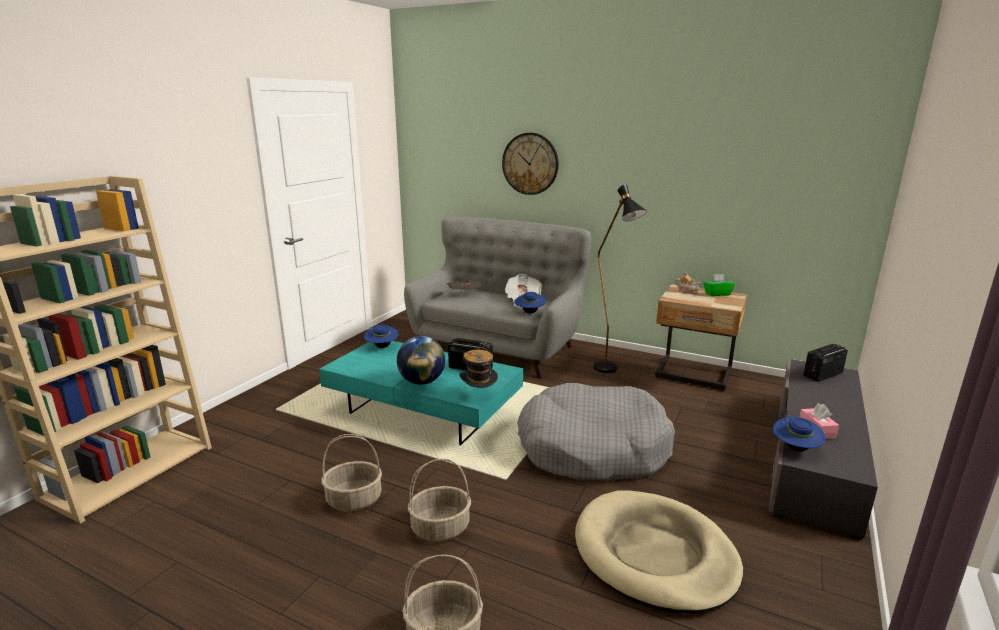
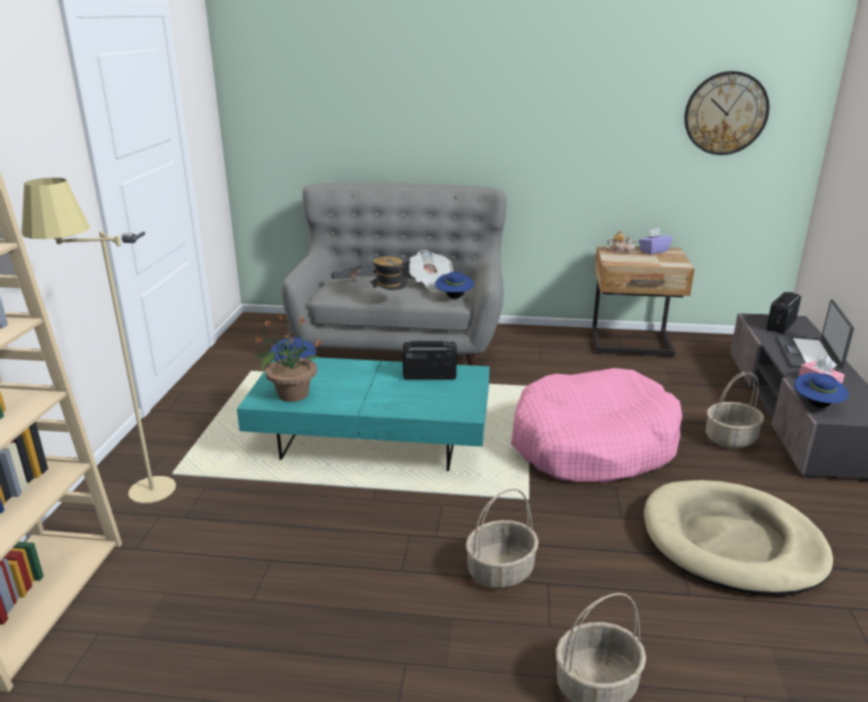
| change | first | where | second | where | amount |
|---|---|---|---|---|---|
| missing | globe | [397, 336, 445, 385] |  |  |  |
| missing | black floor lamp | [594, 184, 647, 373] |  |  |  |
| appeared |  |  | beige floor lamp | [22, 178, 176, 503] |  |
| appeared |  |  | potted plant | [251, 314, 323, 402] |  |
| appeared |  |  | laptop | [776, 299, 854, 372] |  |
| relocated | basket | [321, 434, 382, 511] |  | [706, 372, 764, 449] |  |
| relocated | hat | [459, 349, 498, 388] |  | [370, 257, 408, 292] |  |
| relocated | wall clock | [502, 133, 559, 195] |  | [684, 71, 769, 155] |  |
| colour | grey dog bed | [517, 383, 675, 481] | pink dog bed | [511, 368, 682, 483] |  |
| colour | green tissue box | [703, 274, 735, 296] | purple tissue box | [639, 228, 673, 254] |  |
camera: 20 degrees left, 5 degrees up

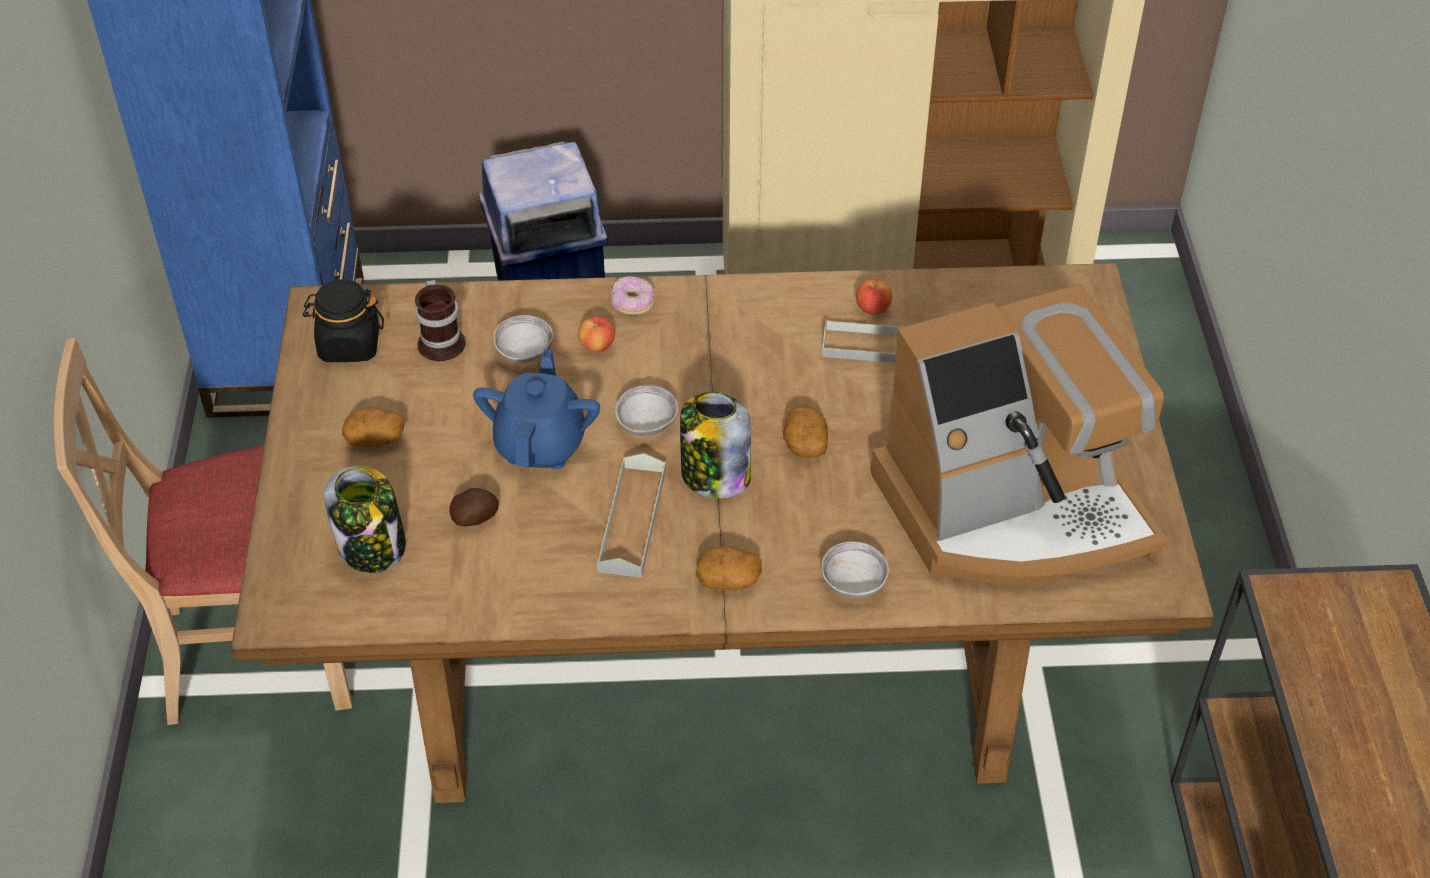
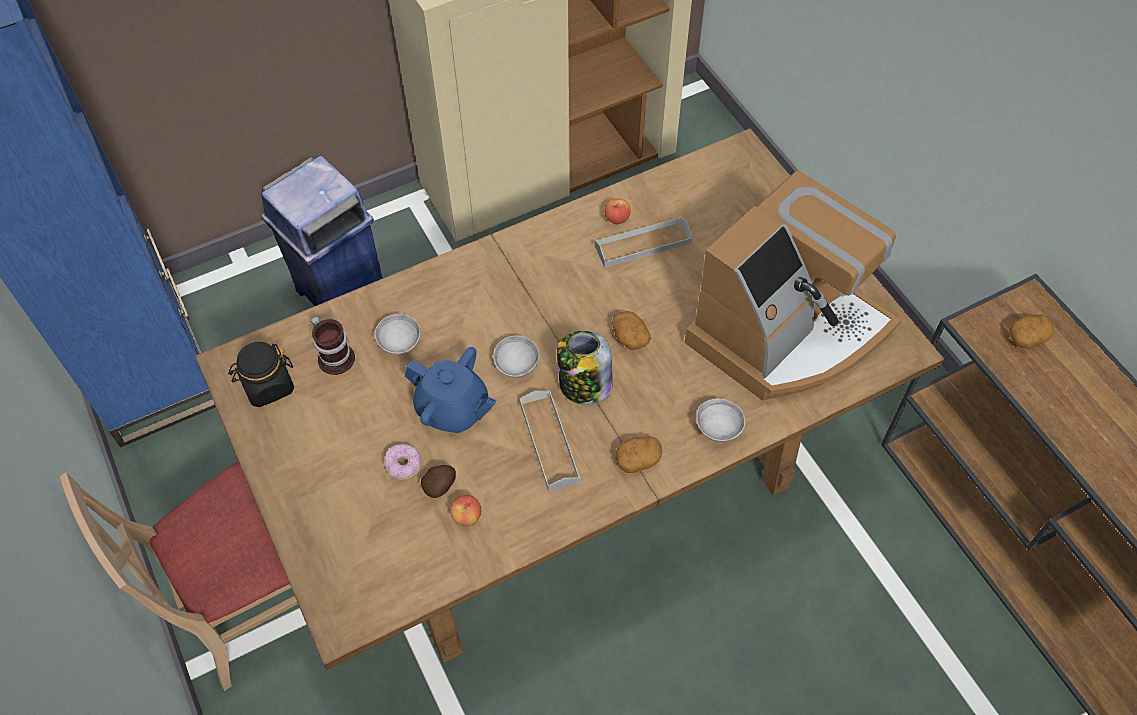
| change | first | where | second | where | amount |
|---|---|---|---|---|---|
| missing | jar | [324, 466, 406, 573] |  |  |  |
| relocated | potato | [342, 407, 404, 447] |  | [1010, 314, 1054, 349] |  |
| relocated | apple | [578, 316, 615, 352] |  | [450, 495, 481, 526] |  |
| relocated | donut | [611, 276, 654, 315] |  | [384, 444, 422, 480] |  |
| spun | blue teapot | [473, 349, 600, 469] |  | [405, 347, 497, 433] | 135 degrees clockwise |
camera: 25 degrees left, 10 degrees up

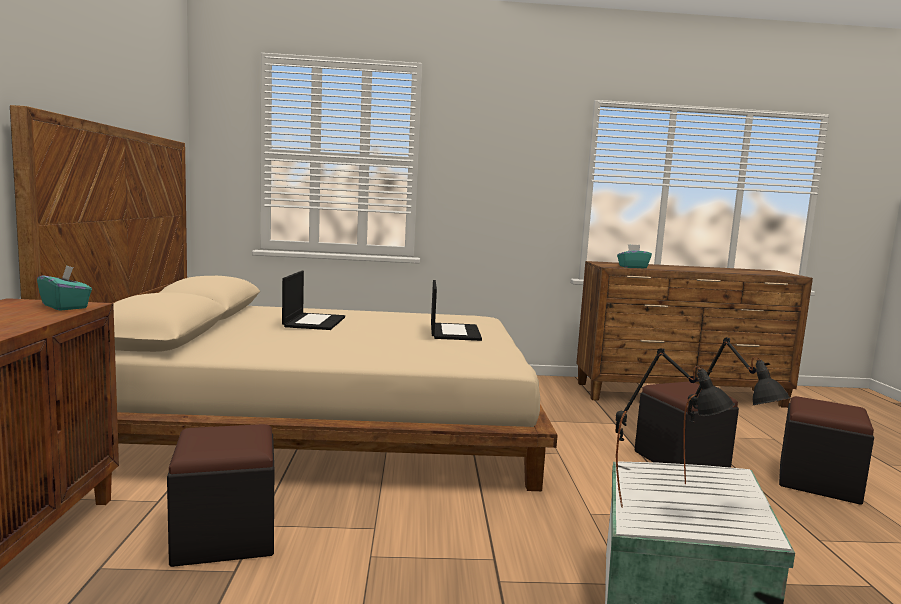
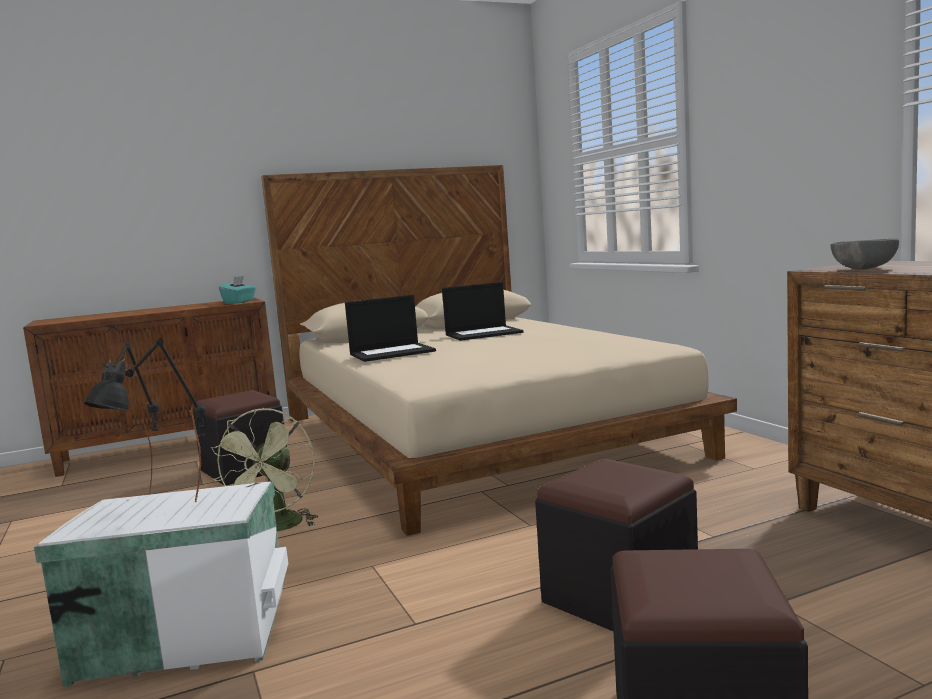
| change | first | where | second | where | amount |
|---|---|---|---|---|---|
| appeared |  |  | green fan | [211, 408, 319, 531] |  |
| relocated | laptop | [431, 280, 482, 341] |  | [345, 295, 436, 362] |  |
| exchanged | turquoise tissue box | [617, 244, 652, 268] | grey bowl | [830, 239, 899, 270] |  |
camera: 70 degrees right, 0 degrees up

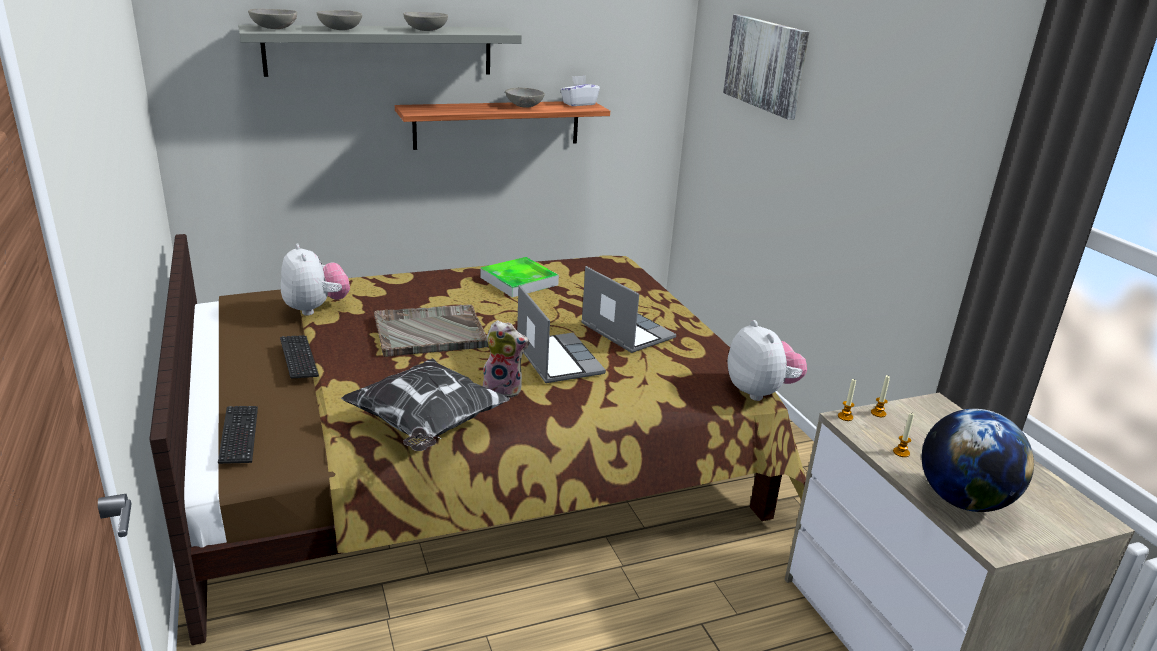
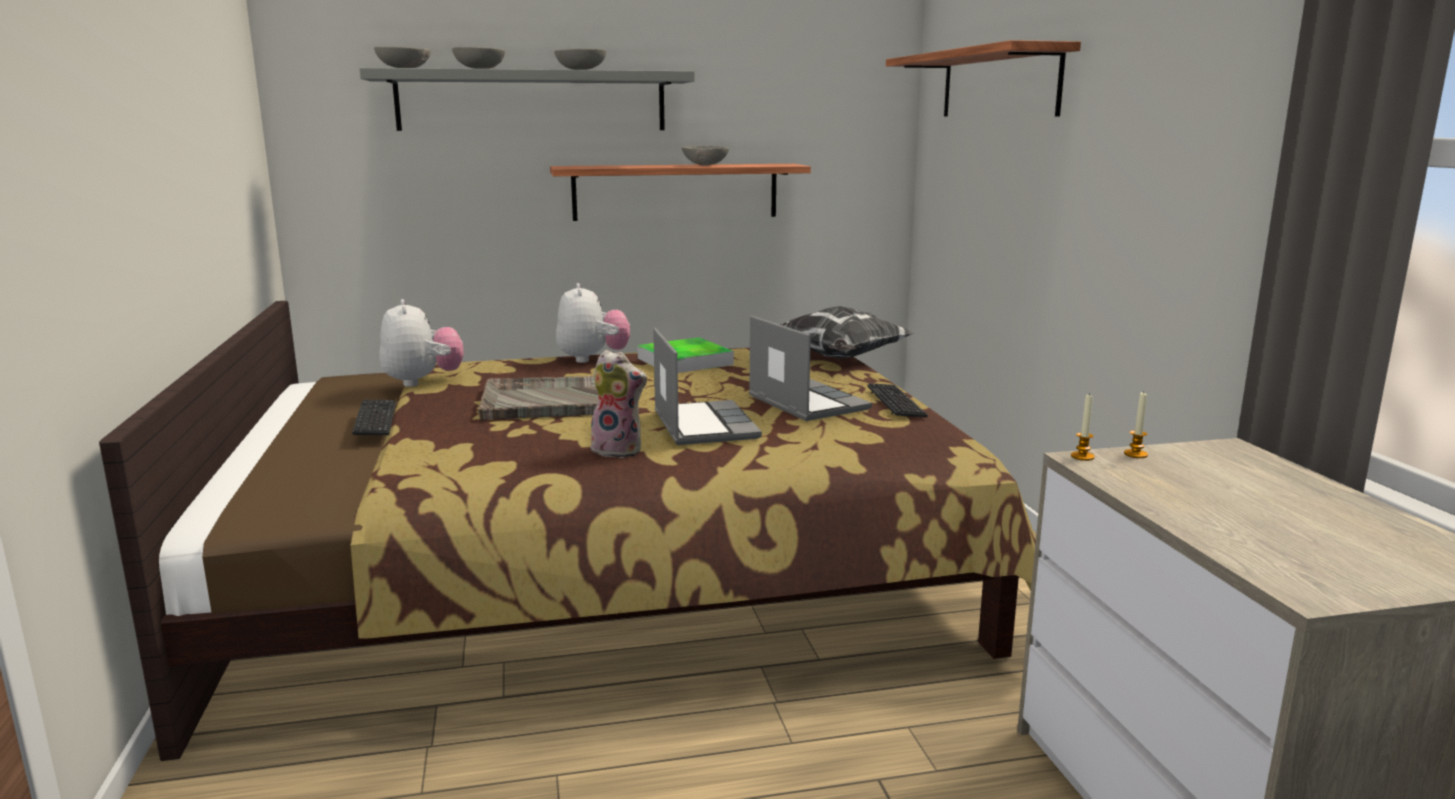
| change | first | where | second | where | amount |
|---|---|---|---|---|---|
| missing | white tissue box | [560, 75, 600, 106] |  |  |  |
| missing | candle | [893, 413, 914, 457] |  |  |  |
| missing | globe | [922, 409, 1034, 512] |  |  |  |
| relocated | keyboard | [218, 406, 258, 464] |  | [867, 383, 928, 417] |  |
| relocated | pillow | [341, 358, 510, 451] |  | [780, 306, 914, 358] |  |
| relocated | plush toy | [727, 320, 807, 401] |  | [556, 283, 630, 363] |  |
| exchanged | picture | [723, 15, 809, 120] | shelf | [886, 40, 1081, 117] |  |
camera: 10 degrees right, 10 degrees down

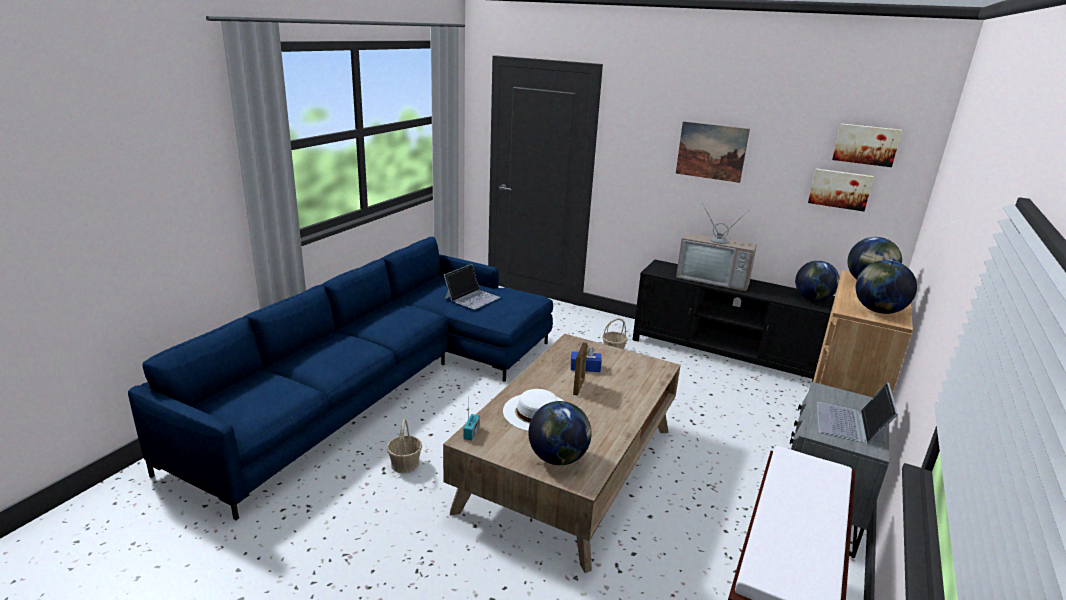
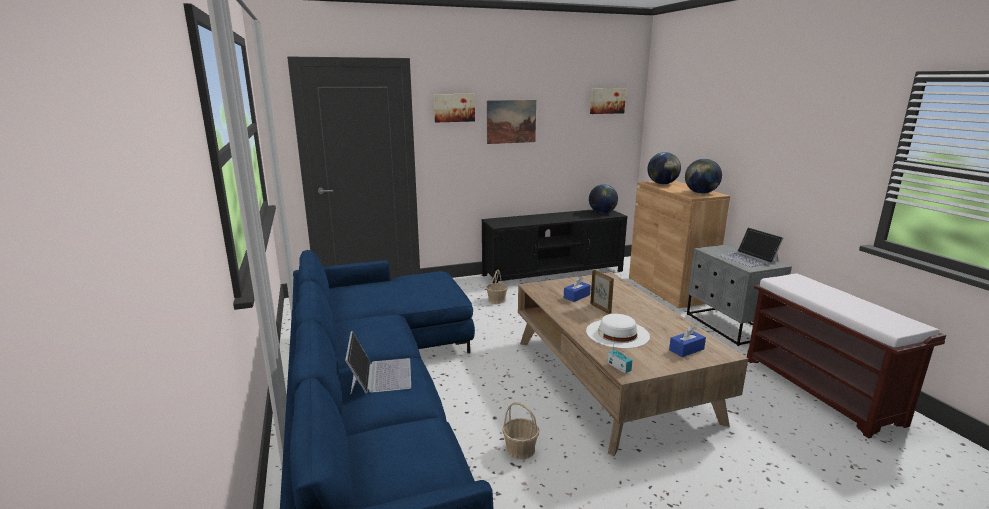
| change | first | where | second | where | amount |
|---|---|---|---|---|---|
| missing | television | [676, 203, 757, 291] |  |  |  |
| relocated | laptop | [444, 264, 500, 309] |  | [345, 331, 411, 395] |  |
| relocated | picture | [808, 169, 874, 212] |  | [434, 94, 475, 122] |  |
| exchanged | globe | [528, 401, 592, 465] | blue tissue box | [669, 326, 706, 357] |  |
camera: 45 degrees left, 5 degrees down

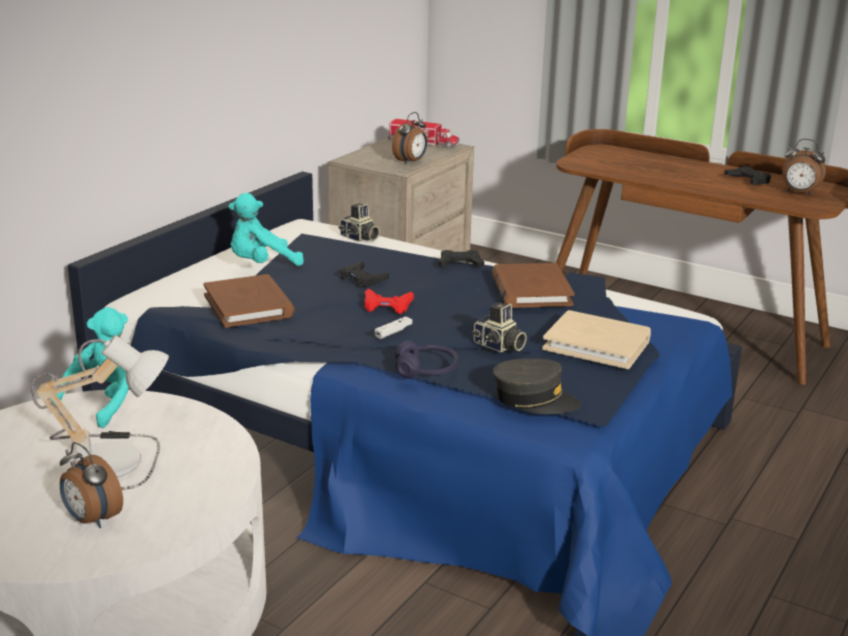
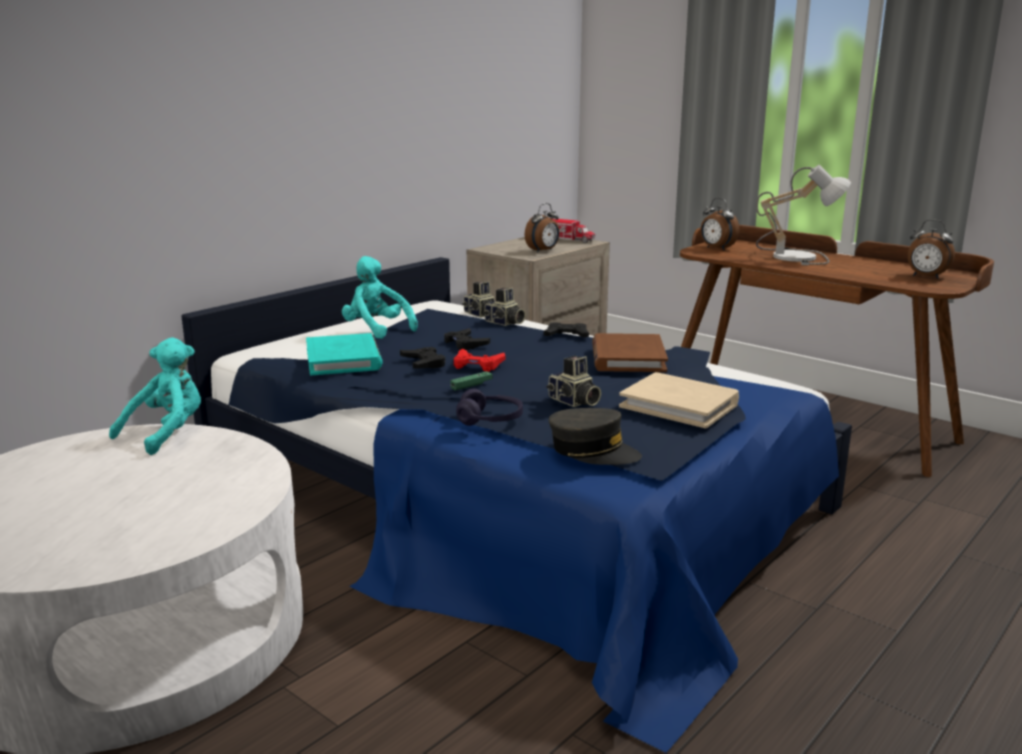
| change | first | where | second | where | amount |
|---|---|---|---|---|---|
| appeared |  |  | photo camera | [483, 288, 526, 326] |  |
| relocated | table lamp | [31, 335, 169, 490] |  | [756, 165, 851, 265] |  |
| relocated | alarm clock | [60, 442, 123, 528] |  | [700, 198, 740, 250] |  |
| relocated | black game controller | [724, 166, 771, 185] |  | [400, 347, 445, 369] |  |
| colour | brown book | [203, 274, 295, 328] | turquoise book | [306, 333, 383, 375] |  |
| colour | white game controller | [375, 316, 413, 339] | green game controller | [450, 371, 493, 391] |  |
| spun | turquoise plush toy | [228, 193, 304, 266] |  | [342, 256, 418, 339] | 60 degrees clockwise |
camera: 10 degrees right, 5 degrees down

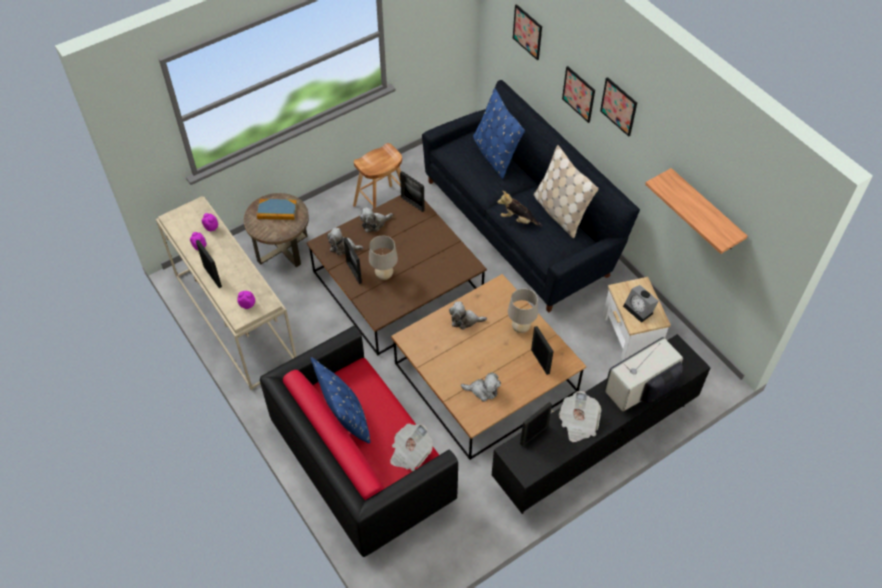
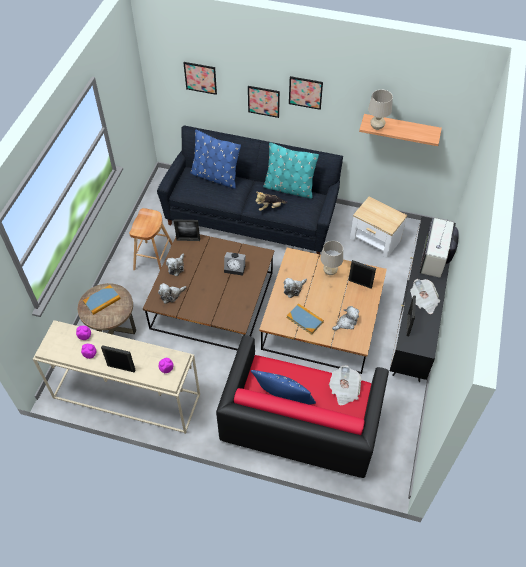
| change | first | where | second | where | amount |
|---|---|---|---|---|---|
| missing | picture frame | [343, 237, 362, 284] |  |  |  |
| appeared |  |  | book | [287, 303, 324, 335] |  |
| relocated | beige table lamp | [369, 236, 398, 280] |  | [368, 90, 393, 130] |  |
| relocated | alarm clock | [623, 285, 658, 323] |  | [224, 252, 246, 276] |  |
| colour | beige pillow | [534, 145, 599, 238] | turquoise pillow | [263, 142, 319, 199] |  |
camera: 40 degrees left, 0 degrees up

